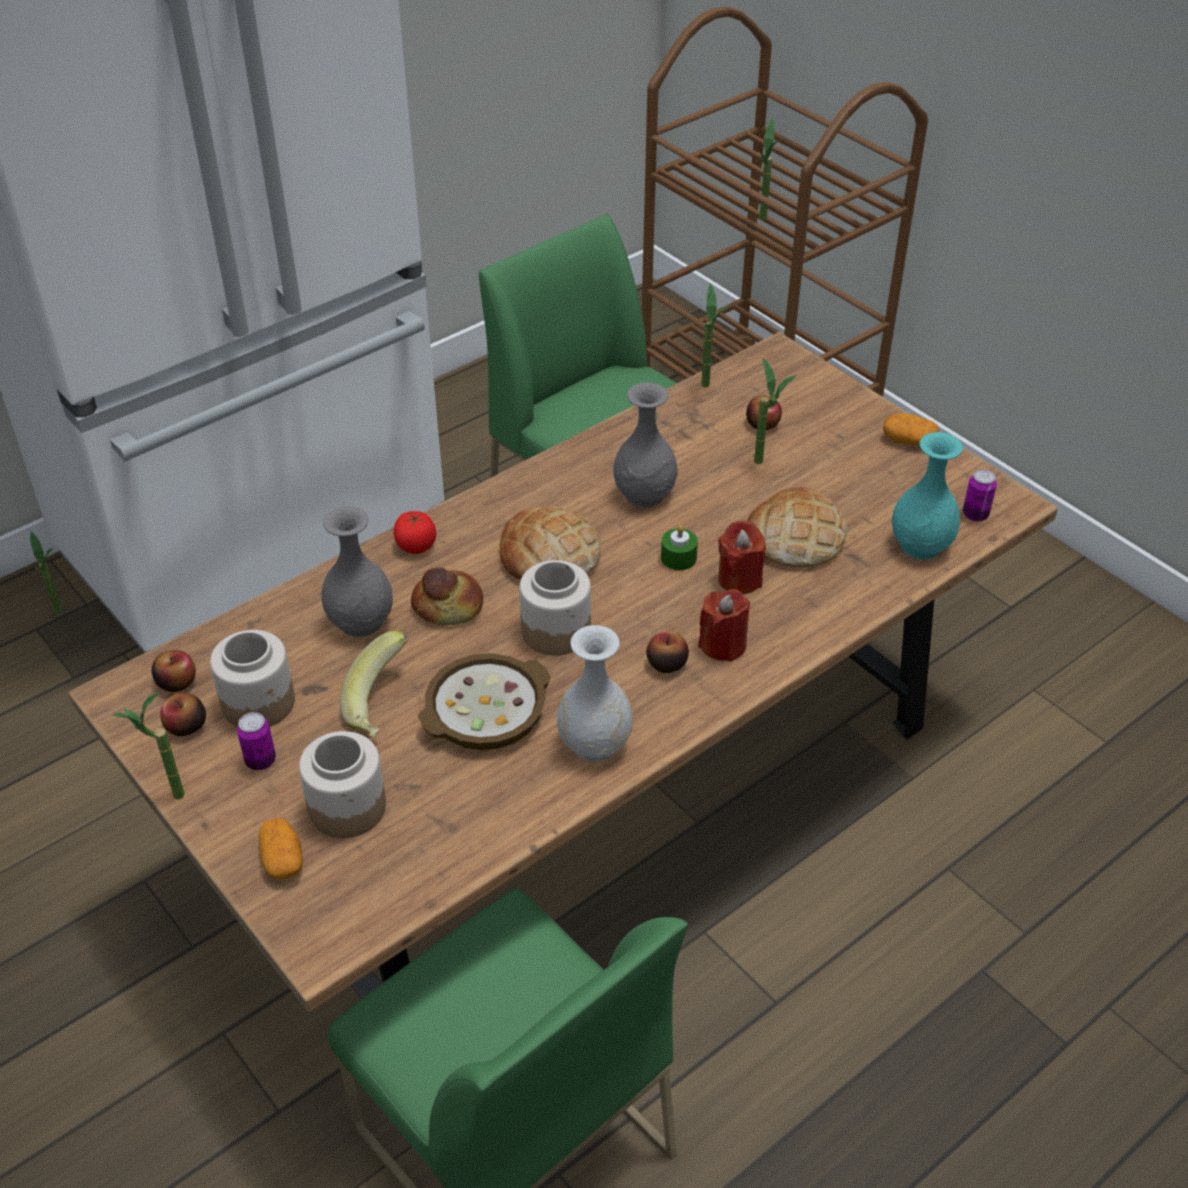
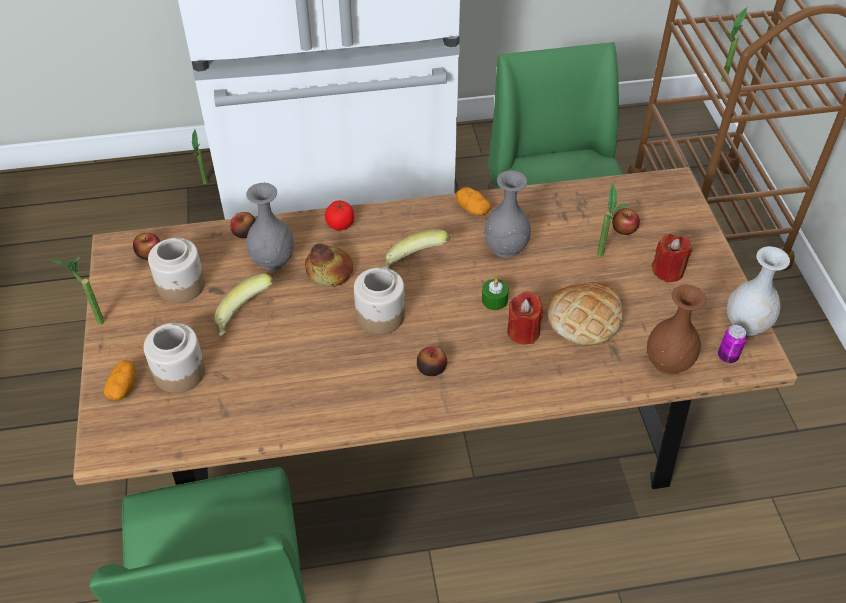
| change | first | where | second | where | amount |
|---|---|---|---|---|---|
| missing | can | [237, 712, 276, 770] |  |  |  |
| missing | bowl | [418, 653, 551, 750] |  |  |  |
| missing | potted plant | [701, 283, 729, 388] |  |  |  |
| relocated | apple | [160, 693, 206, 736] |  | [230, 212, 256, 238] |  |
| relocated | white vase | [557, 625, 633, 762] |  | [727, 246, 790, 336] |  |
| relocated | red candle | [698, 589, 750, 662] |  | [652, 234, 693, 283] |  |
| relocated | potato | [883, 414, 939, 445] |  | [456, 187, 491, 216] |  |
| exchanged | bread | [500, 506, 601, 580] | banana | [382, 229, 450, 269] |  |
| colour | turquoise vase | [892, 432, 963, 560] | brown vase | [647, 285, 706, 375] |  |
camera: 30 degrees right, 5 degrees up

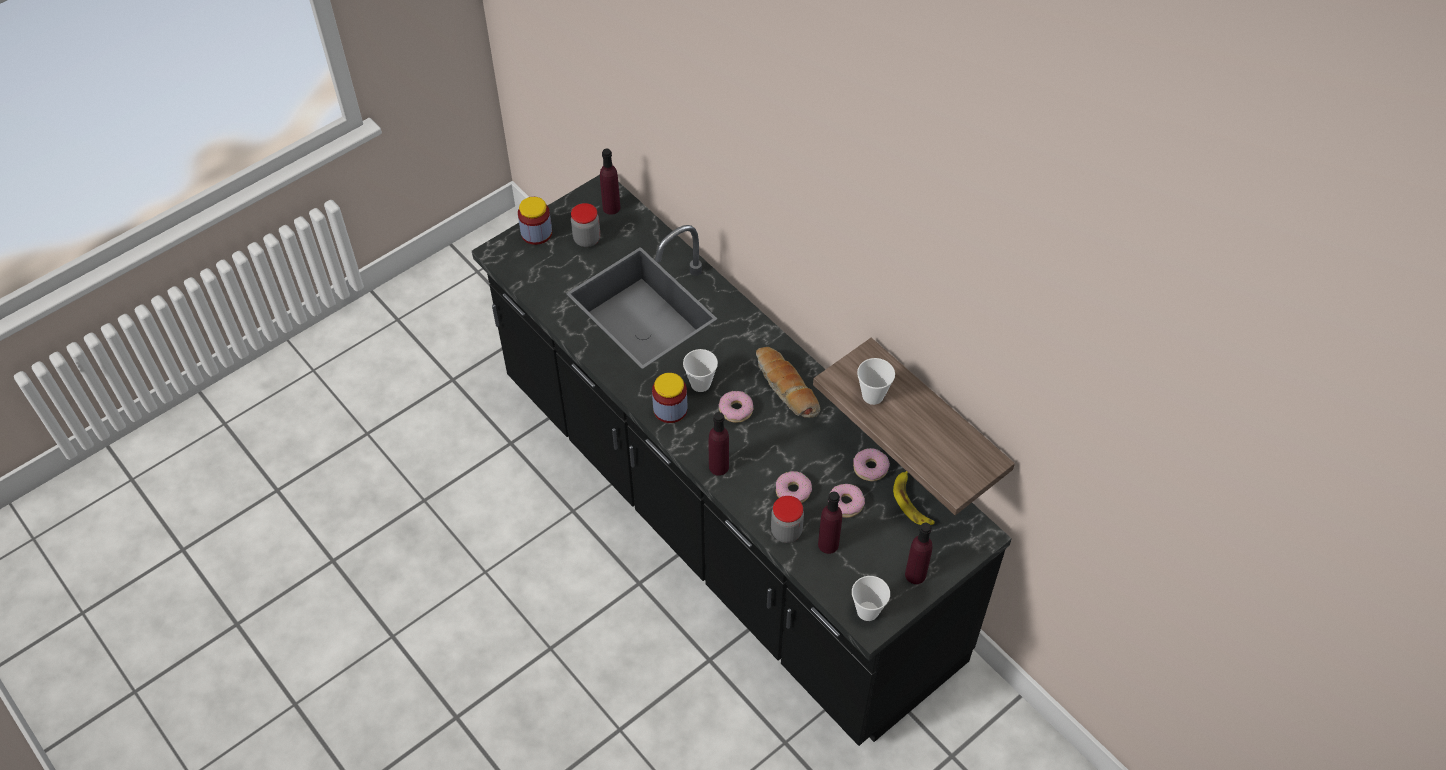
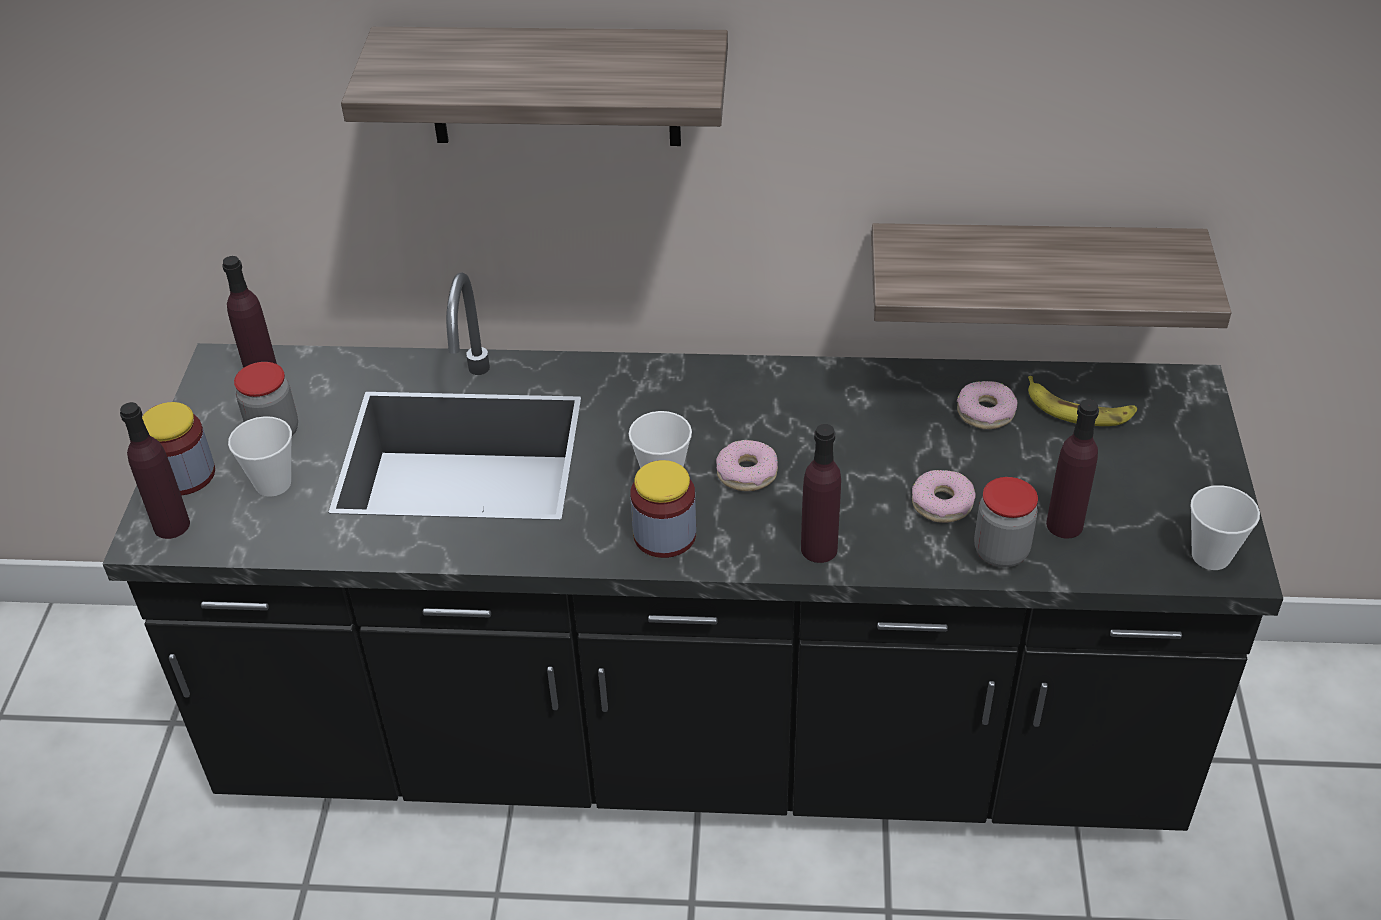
| change | first | where | second | where | amount |
|---|---|---|---|---|---|
| missing | bread | [756, 347, 820, 418] |  |  |  |
| missing | donut | [829, 484, 865, 518] |  |  |  |
| appeared |  |  | shelf | [341, 27, 728, 146] |  |
| relocated | cup | [857, 358, 895, 405] |  | [228, 416, 292, 497] |  |
| relocated | purple bottle | [905, 523, 932, 584] |  | [120, 402, 190, 539] |  |
camera: 45 degrees left, 10 degrees down

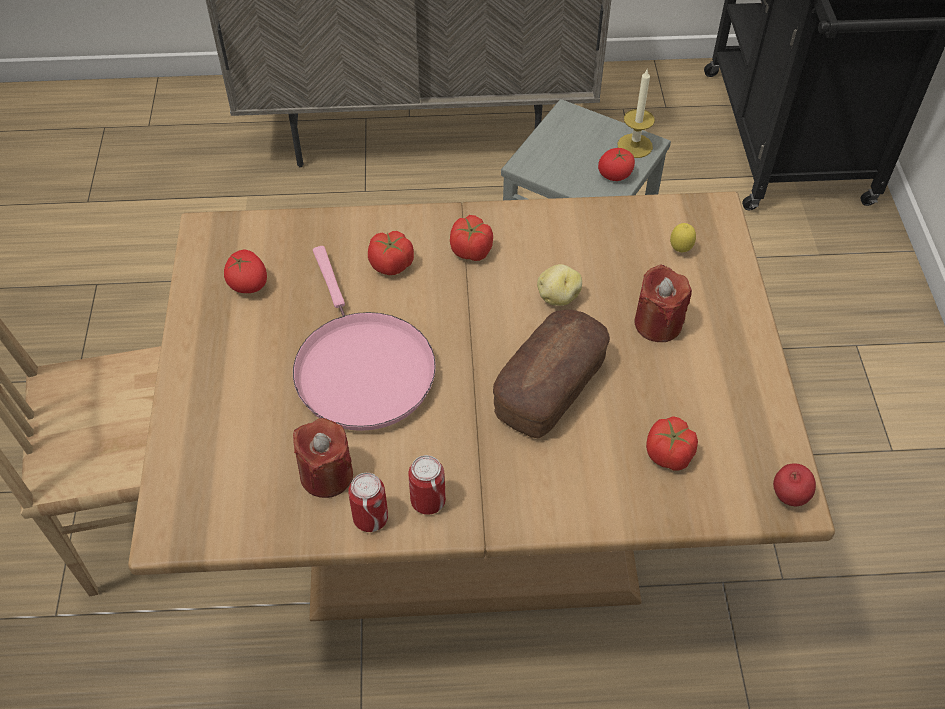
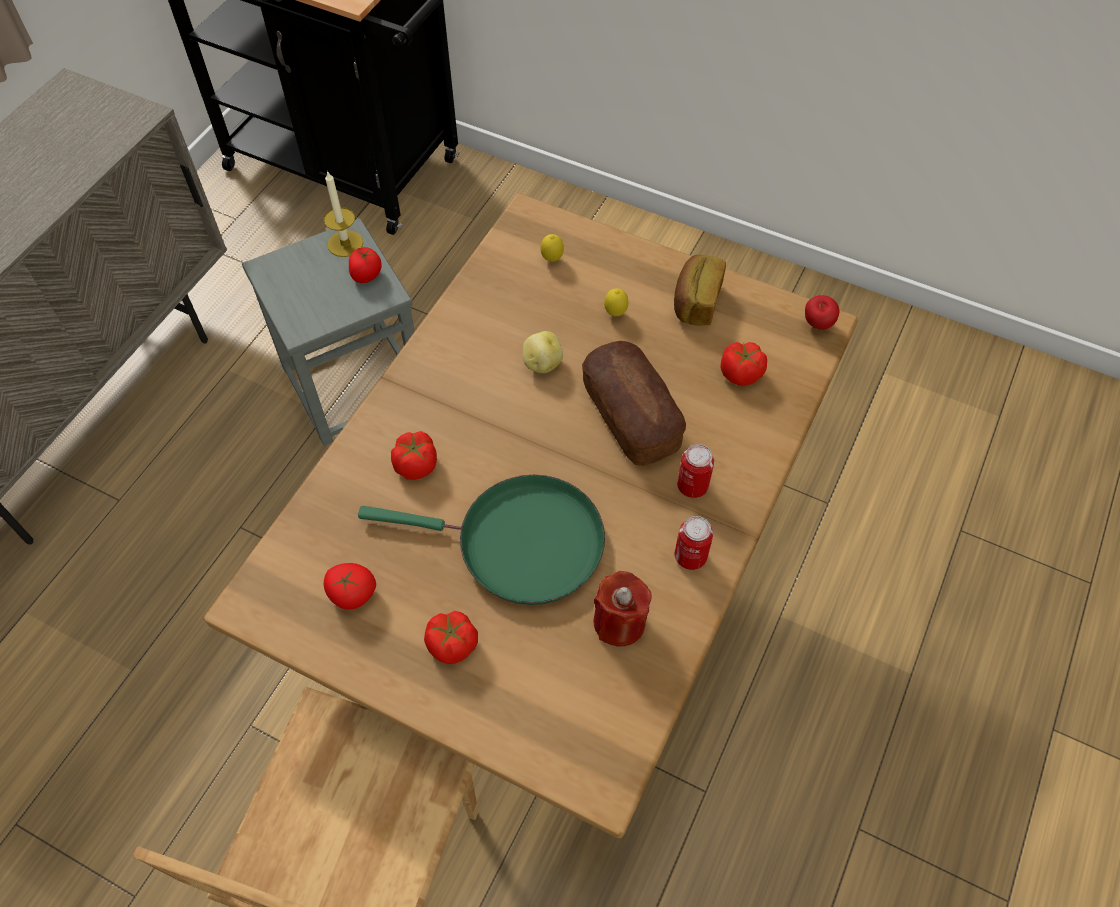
| change | first | where | second | where | amount |
|---|---|---|---|---|---|
| appeared |  |  | bread | [674, 255, 726, 326] |  |
| relocated | can | [348, 473, 388, 532] |  | [677, 444, 714, 498] |  |
| relocated | tomato | [450, 215, 493, 261] |  | [424, 611, 478, 664] |  |
| exchanged | red candle | [634, 265, 692, 342] | lemon | [604, 288, 629, 317] |  |
| colour | pink frying pan | [293, 246, 436, 431] | green frying pan | [358, 475, 605, 605] |  |
camera: 60 degrees left, 5 degrees up

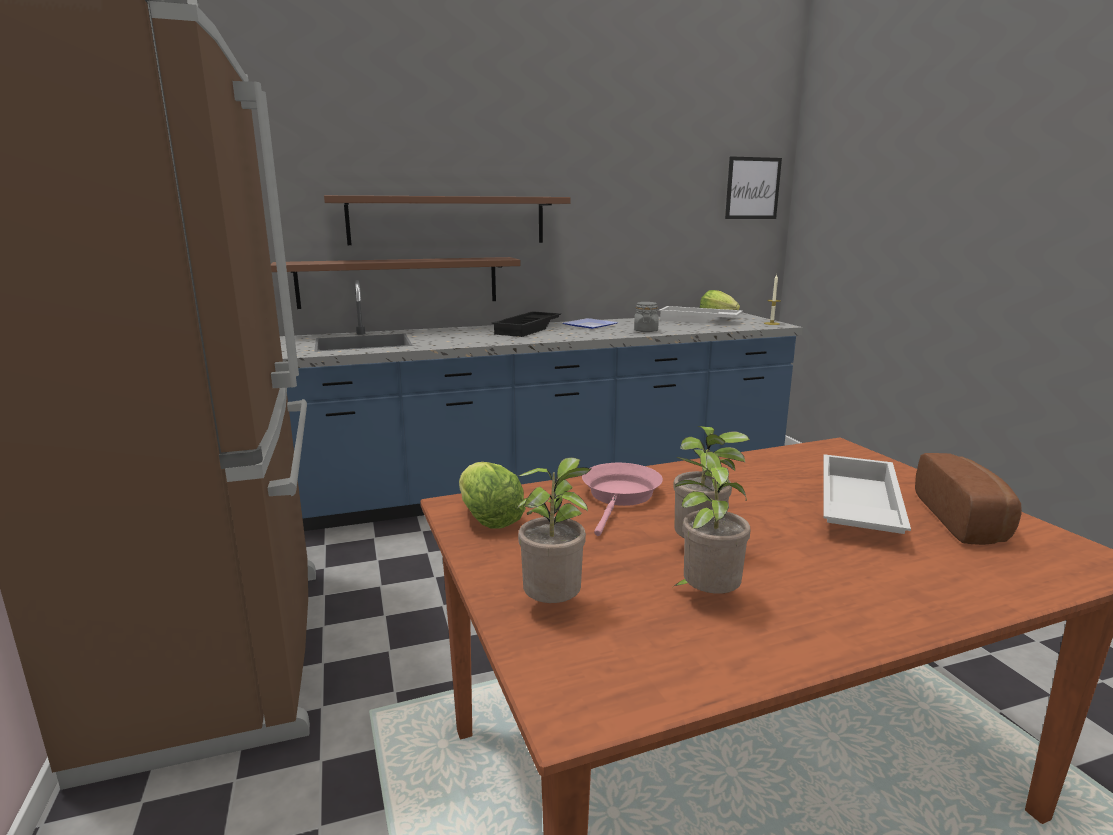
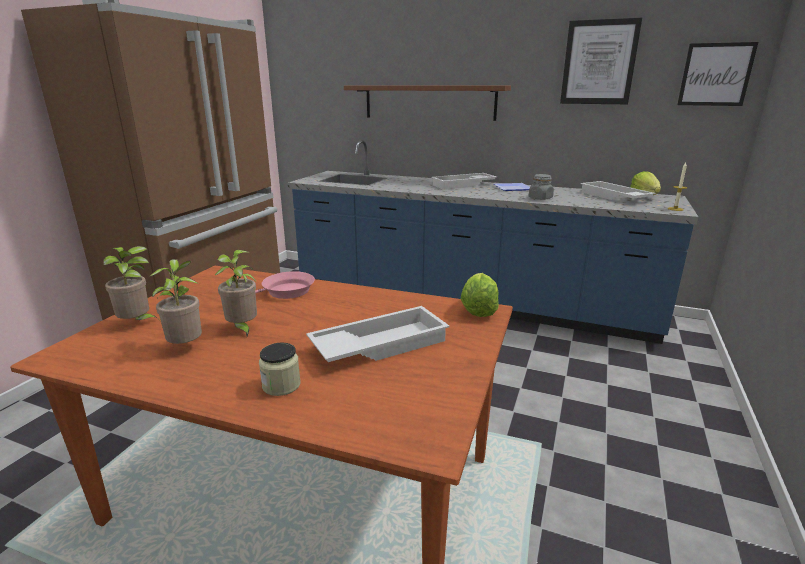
| change | first | where | second | where | amount |
|---|---|---|---|---|---|
| missing | brown shelf | [271, 257, 521, 309] |  |  |  |
| missing | bread | [915, 453, 1022, 545] |  |  |  |
| appeared |  |  | jar | [259, 343, 300, 396] |  |
| appeared |  |  | picture | [560, 18, 642, 104] |  |
| relocated | lettuce | [459, 462, 526, 529] |  | [461, 273, 499, 317] |  |
| colour | black tray | [491, 311, 561, 337] | white tray | [431, 173, 497, 190] |  |
camera: 40 degrees right, 5 degrees up

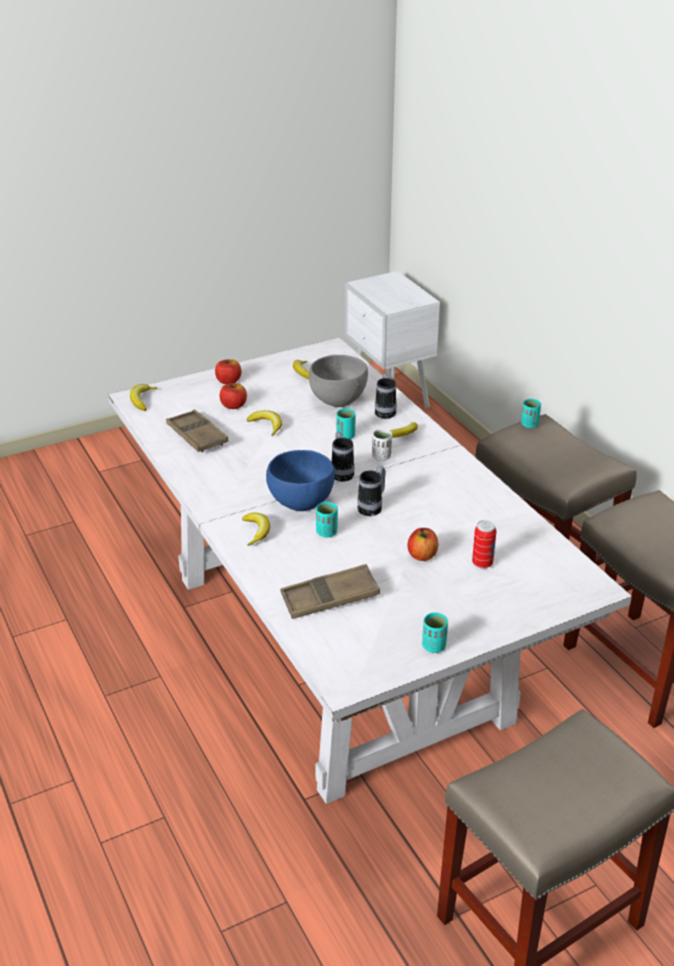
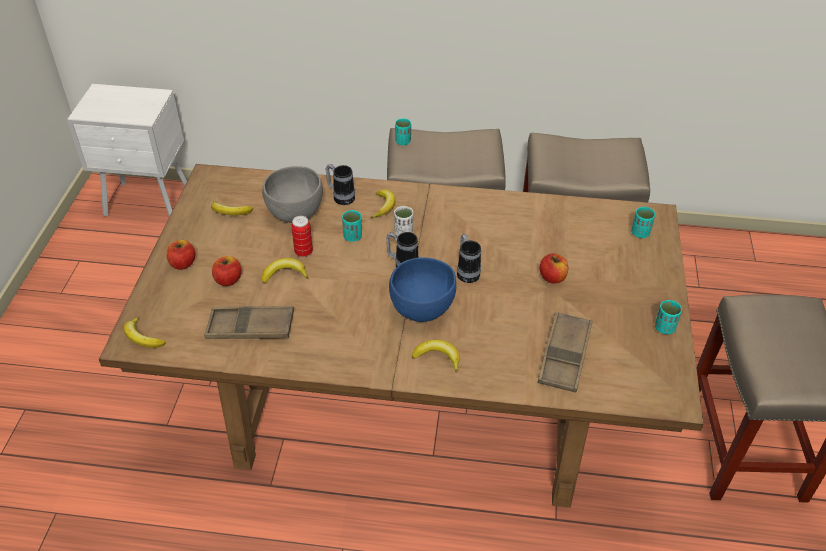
| change | first | where | second | where | amount |
|---|---|---|---|---|---|
| relocated | turquoise cup | [316, 502, 338, 537] |  | [631, 207, 655, 238] |  |
| relocated | can | [472, 520, 496, 569] |  | [291, 216, 313, 257] |  |
| colour | white dining table | [108, 337, 632, 804] | brown dining table | [99, 164, 704, 508] |  |
camera: 55 degrees left, 10 degrees up

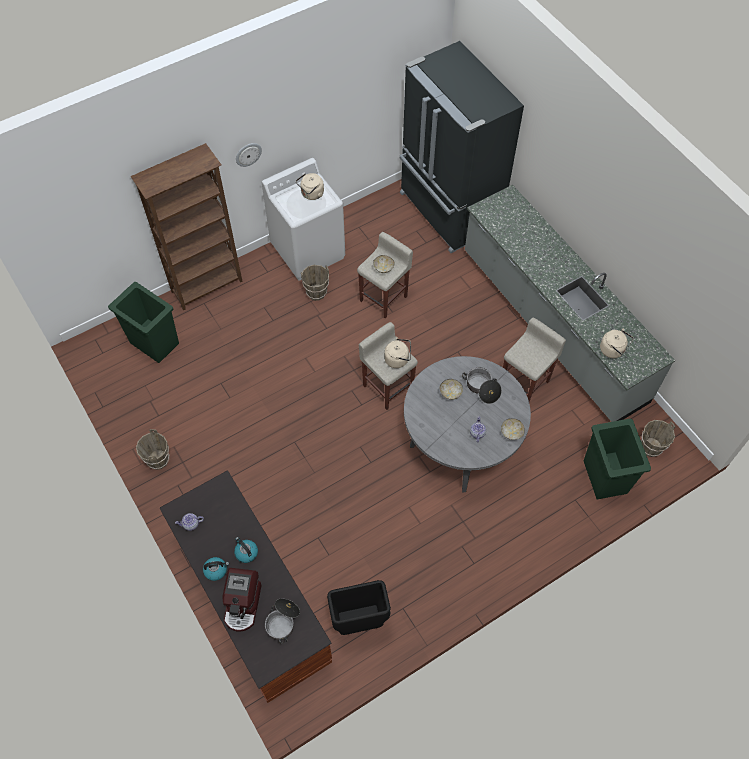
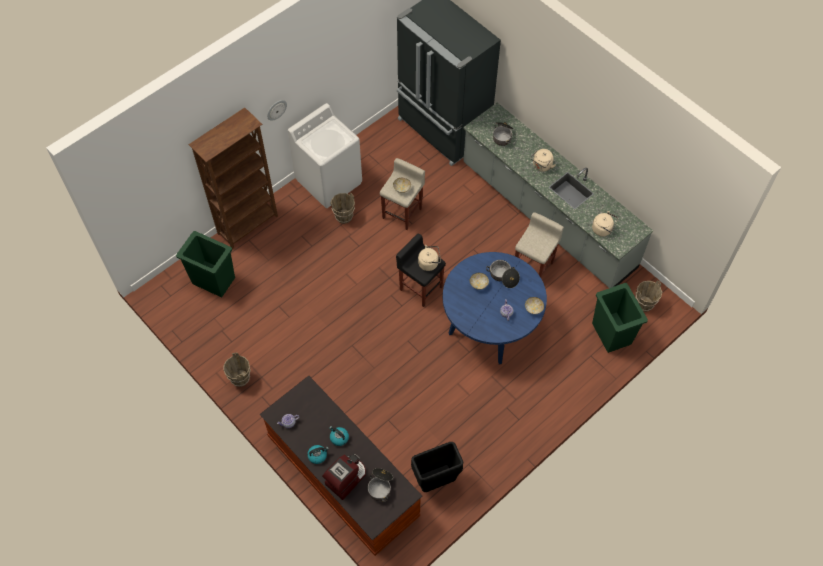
| change | first | where | second | where | amount |
|---|---|---|---|---|---|
| appeared |  |  | cooking pot | [493, 122, 513, 146] |  |
| relocated | beige kettle | [296, 173, 324, 200] |  | [531, 149, 556, 172] |  |
| colour | beige stool | [359, 322, 418, 410] | black stool | [396, 234, 446, 307] |  |
| colour | grey dining table | [404, 356, 531, 492] | blue dining table | [443, 252, 547, 365] |  |
| spun | coffee machine | [222, 568, 262, 632] |  | [322, 454, 366, 500] | 135 degrees counterclockwise |
camera: 10 degrees left, 0 degrees up

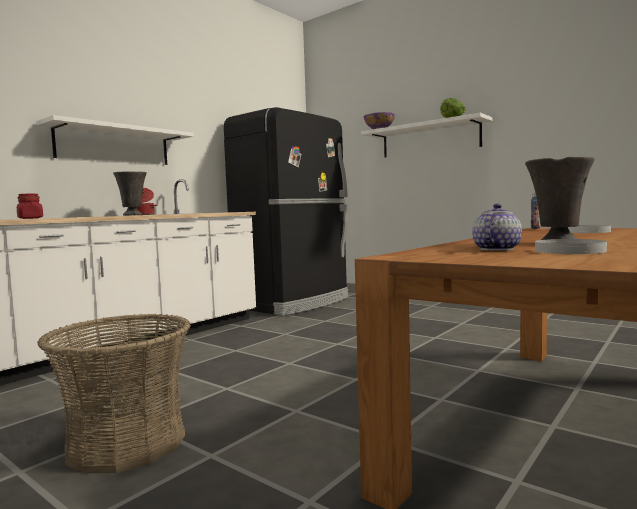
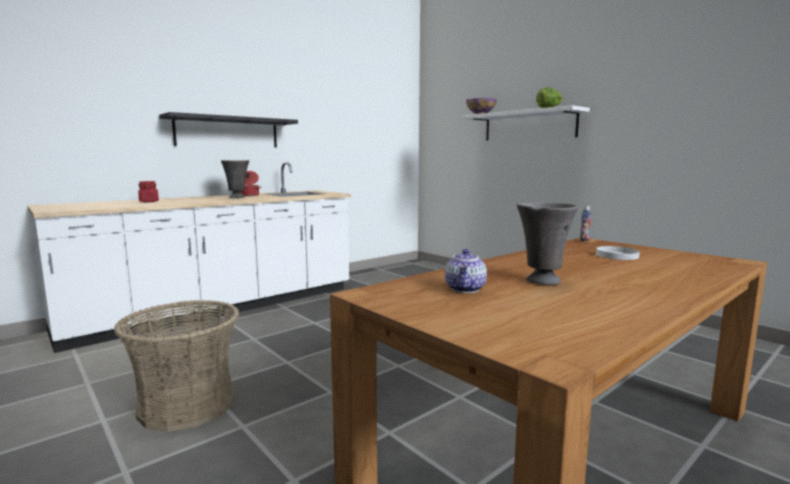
| change | first | where | second | where | amount |
|---|---|---|---|---|---|
| missing | black fridge | [224, 107, 348, 316] |  |  |  |
| missing | white plate | [535, 239, 607, 254] |  |  |  |
| colour | white shelf | [36, 115, 194, 165] | black shelf | [159, 112, 298, 148] |  |
| spun | teapot | [472, 204, 522, 251] |  | [445, 249, 487, 293] | 150 degrees clockwise |
camera: 10 degrees right, 5 degrees up

